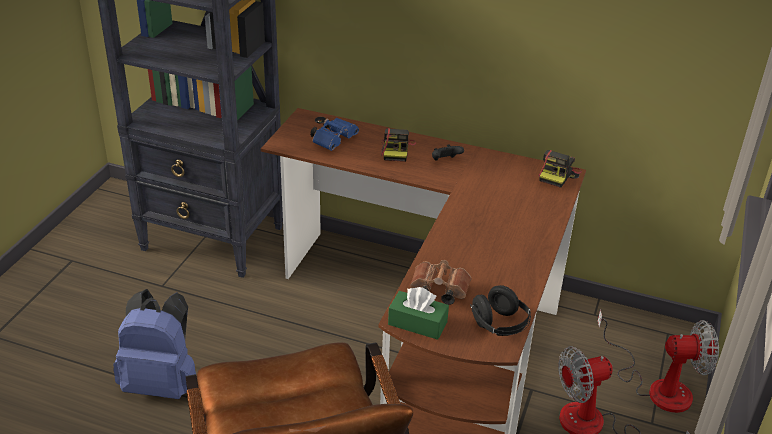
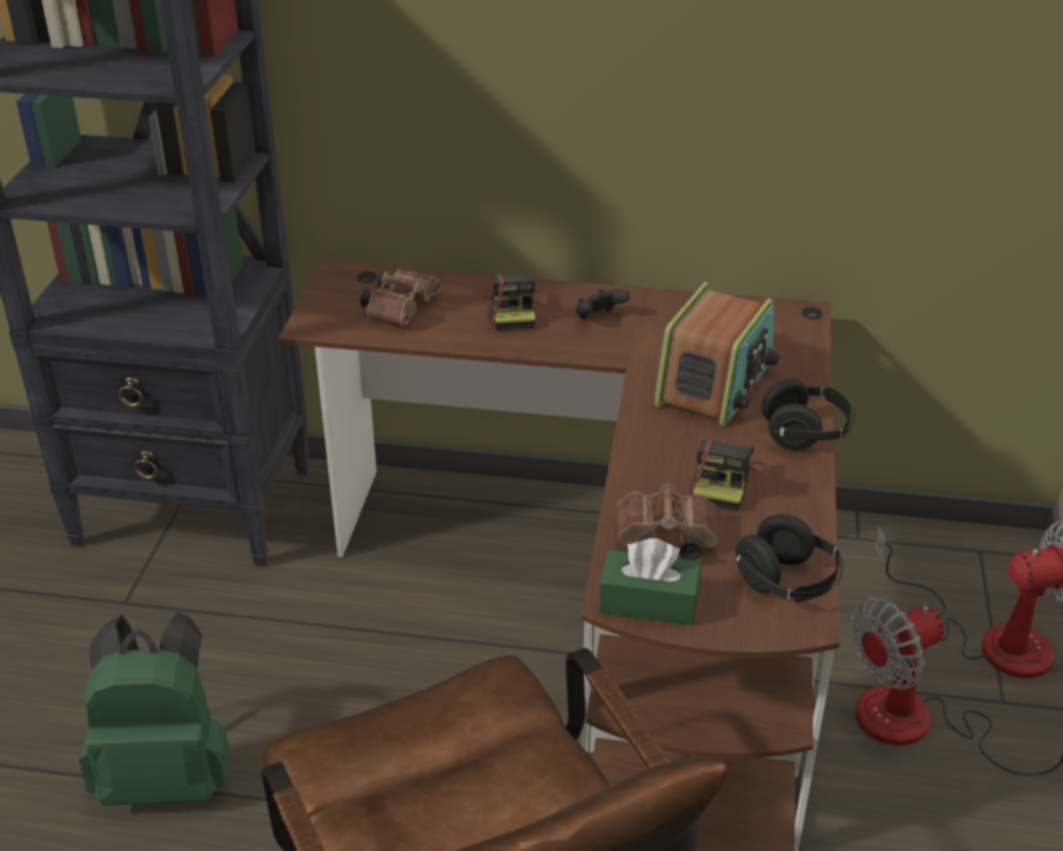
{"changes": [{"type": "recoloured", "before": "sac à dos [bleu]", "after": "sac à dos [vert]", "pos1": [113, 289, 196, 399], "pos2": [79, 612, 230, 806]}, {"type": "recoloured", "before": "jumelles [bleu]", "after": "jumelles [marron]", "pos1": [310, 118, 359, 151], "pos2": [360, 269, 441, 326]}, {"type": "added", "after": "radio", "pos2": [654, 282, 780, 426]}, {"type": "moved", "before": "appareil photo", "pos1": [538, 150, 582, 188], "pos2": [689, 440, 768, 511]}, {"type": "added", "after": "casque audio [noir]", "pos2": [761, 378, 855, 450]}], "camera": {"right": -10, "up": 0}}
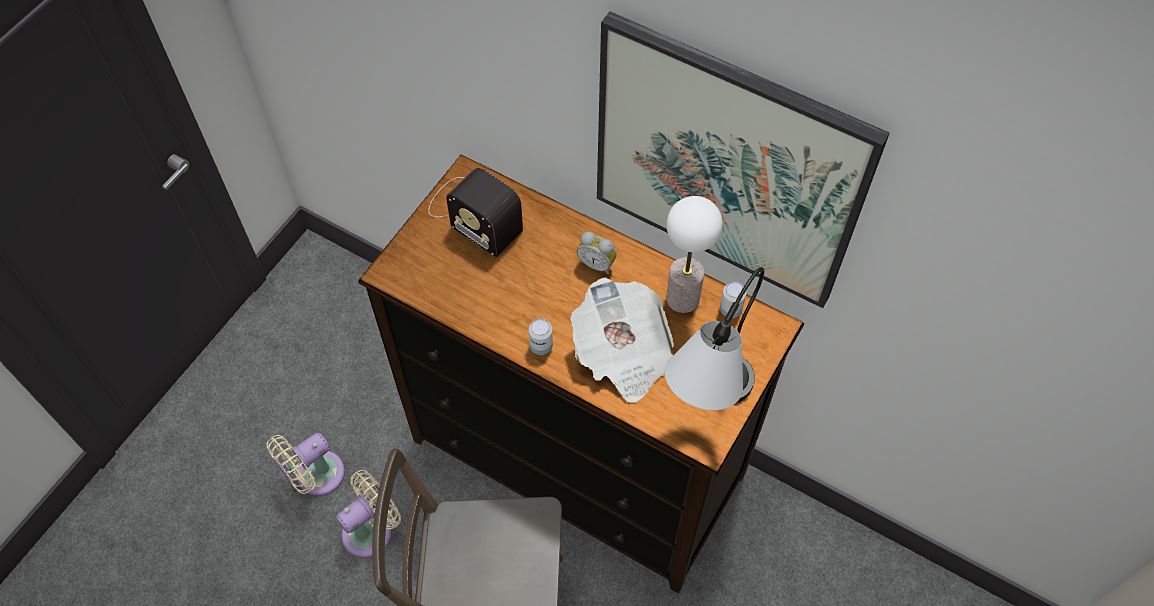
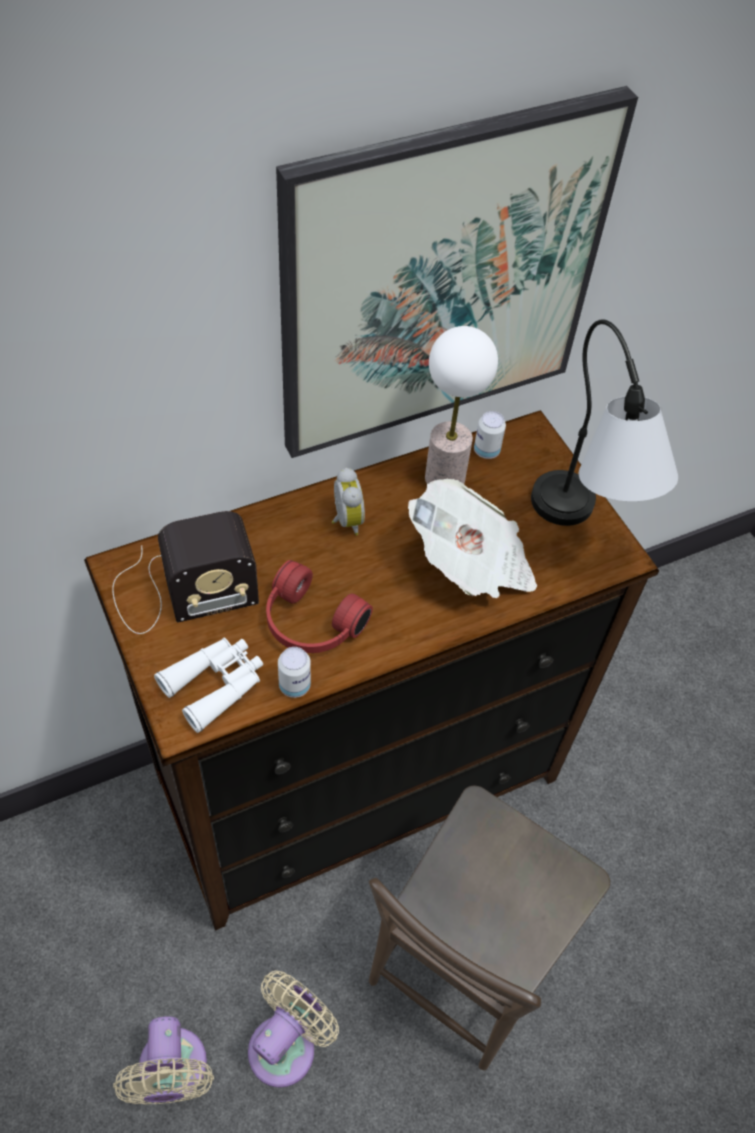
{"changes": [{"type": "added", "after": "jumelles [blanc]", "pos2": [154, 638, 263, 733]}, {"type": "turned", "before": "ventilateur [beige]", "pos1": [336, 470, 401, 558], "pos2": [248, 971, 339, 1088], "turn": 45}, {"type": "added", "after": "casque audio [rouge]", "pos2": [266, 560, 373, 653]}, {"type": "moved", "before": "boîte métallique", "pos1": [529, 318, 553, 355], "pos2": [278, 647, 311, 698]}, {"type": "turned", "before": "réveil", "pos1": [577, 232, 617, 275], "pos2": [332, 468, 365, 536], "turn": -75}], "camera": {"right": -60, "up": -5}}
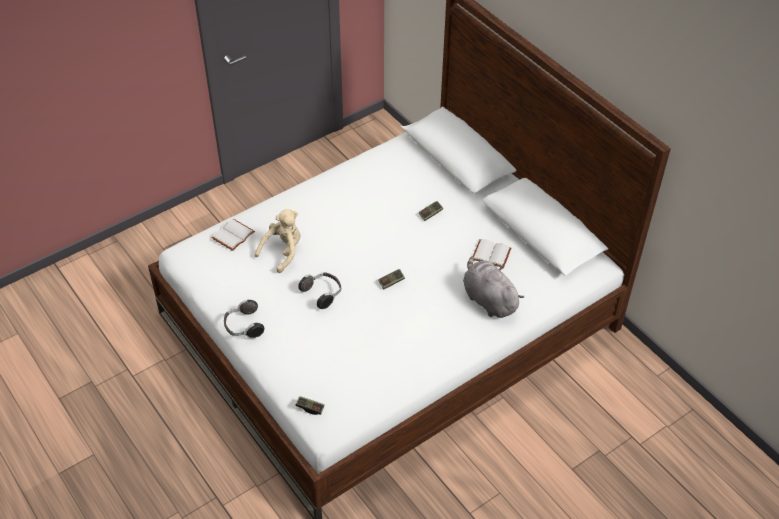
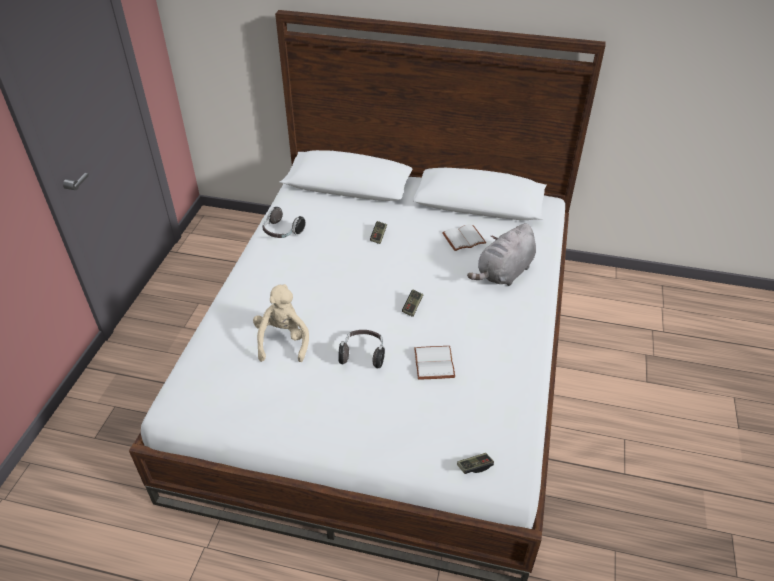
{"changes": [{"type": "moved", "before": "casque audio", "pos1": [224, 300, 264, 338], "pos2": [262, 207, 305, 238]}, {"type": "moved", "before": "livre [blanc]", "pos1": [212, 219, 255, 251], "pos2": [414, 346, 455, 380]}, {"type": "turned", "before": "peluche [gris]", "pos1": [463, 256, 524, 318], "pos2": [467, 223, 536, 286], "turn": -60}], "camera": {"right": -40, "up": -5}}
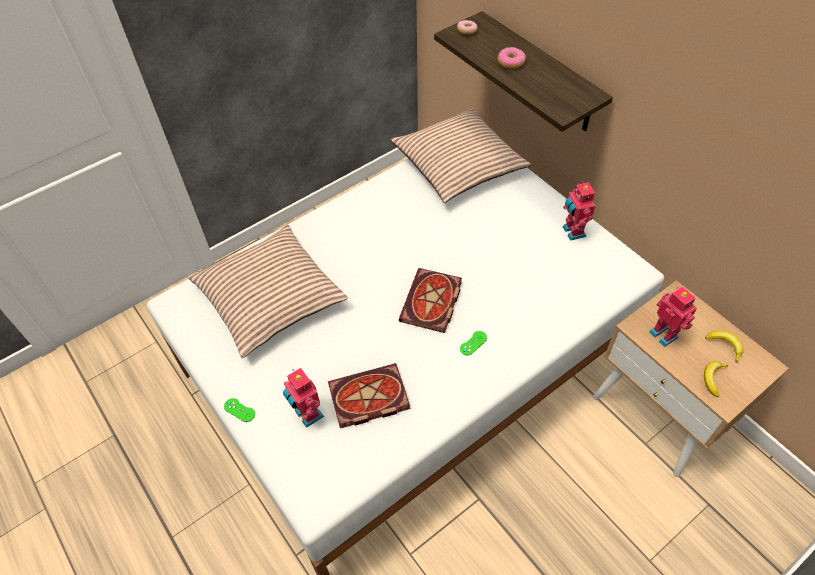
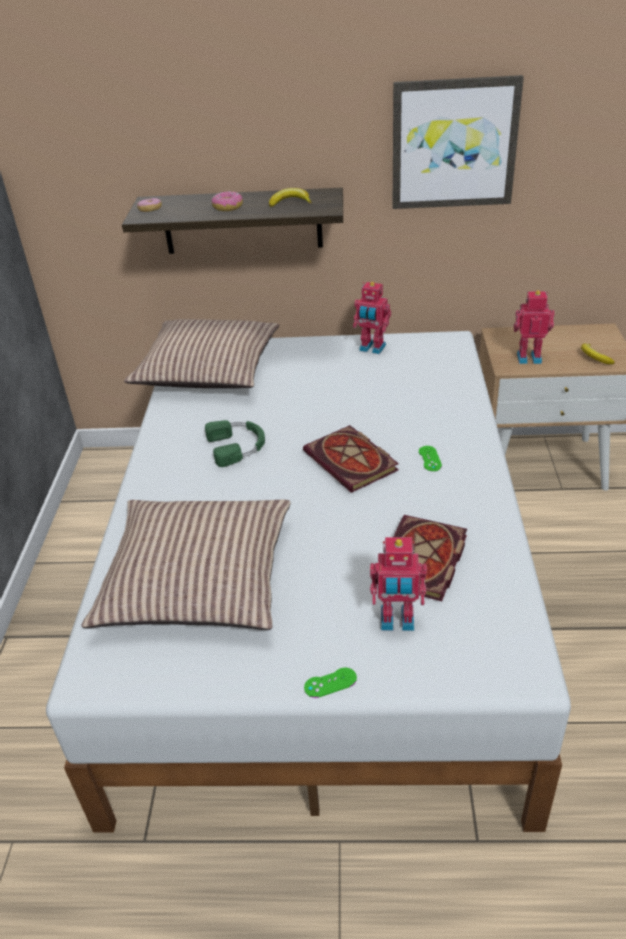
{"changes": [{"type": "added", "after": "casque audio [vert]", "pos2": [205, 420, 265, 467]}, {"type": "moved", "before": "banane", "pos1": [705, 331, 744, 363], "pos2": [269, 188, 311, 207]}, {"type": "added", "after": "tableau", "pos2": [393, 75, 524, 209]}], "camera": {"right": -50, "up": -15}}
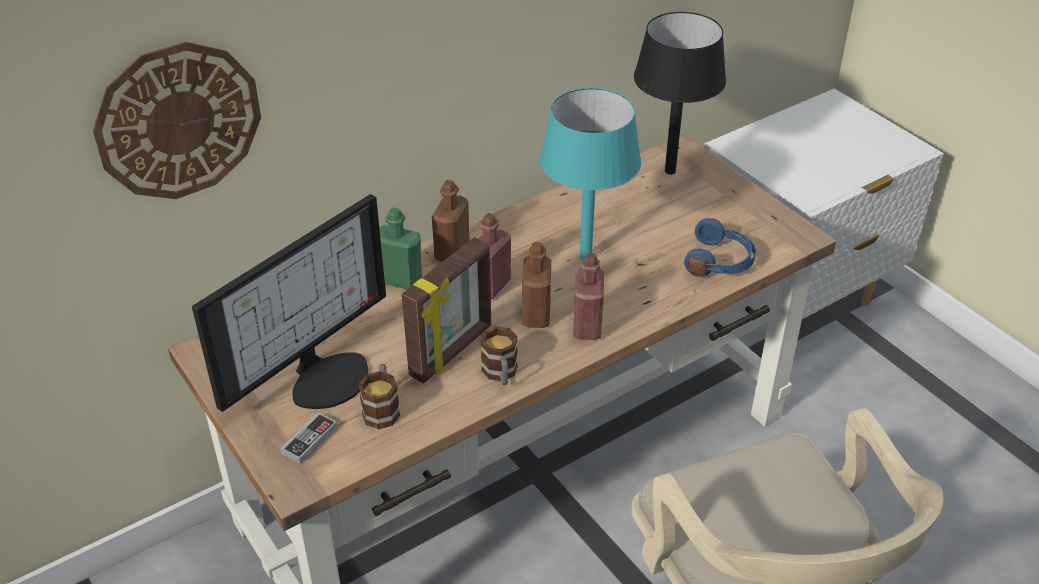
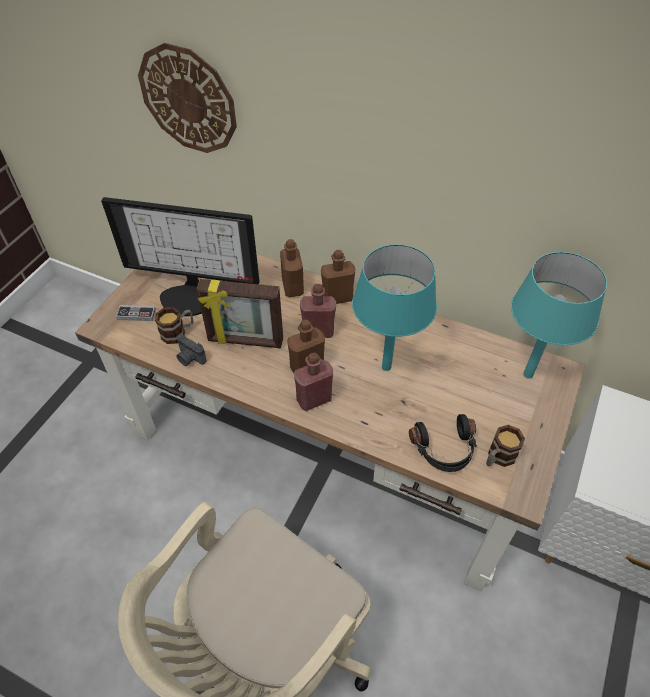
{"changes": [{"type": "added", "after": "appareil photo", "pos2": [176, 334, 207, 366]}, {"type": "recoloured", "before": "bouteille [vert]", "after": "bouteille [marron]", "pos1": [379, 207, 422, 289], "pos2": [280, 239, 304, 297]}, {"type": "recoloured", "before": "casque audio [bleu]", "after": "casque audio [noir]", "pos1": [684, 218, 756, 277], "pos2": [409, 414, 477, 472]}, {"type": "moved", "before": "mug", "pos1": [481, 326, 518, 385], "pos2": [486, 425, 525, 467]}, {"type": "recoloured", "before": "lampe de table [noir]", "after": "lampe de table [turquoise]", "pos1": [634, 12, 726, 174], "pos2": [511, 252, 607, 379]}], "camera": {"right": 60, "up": 10}}
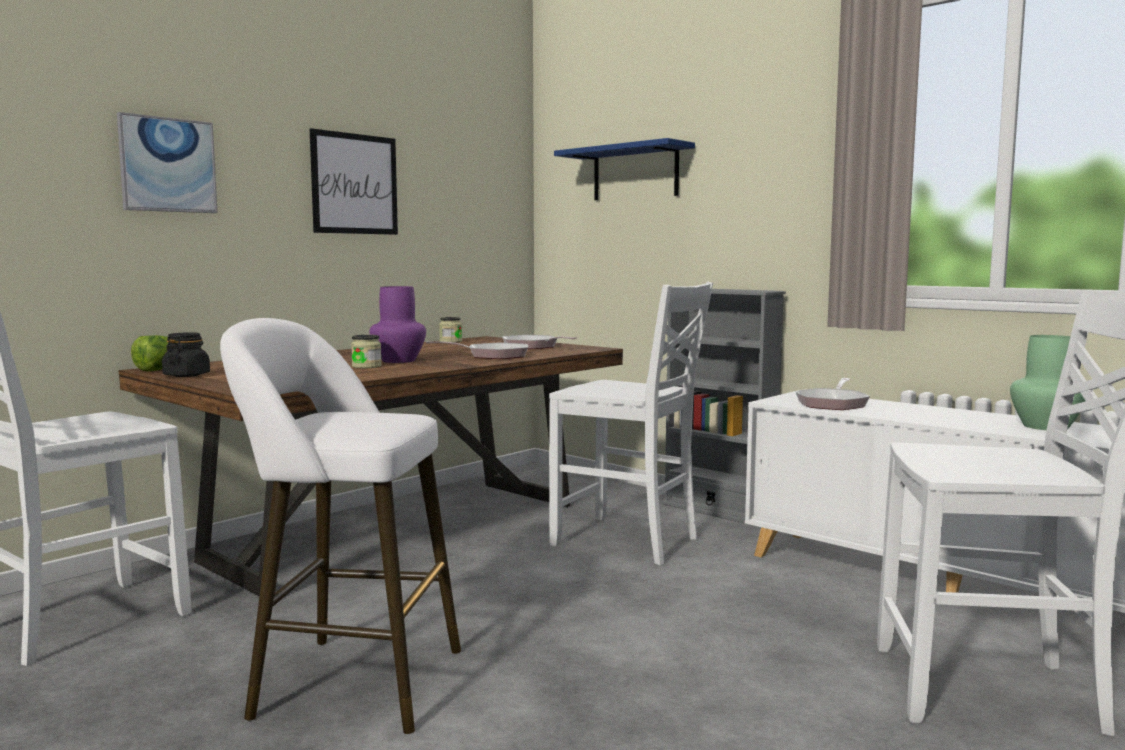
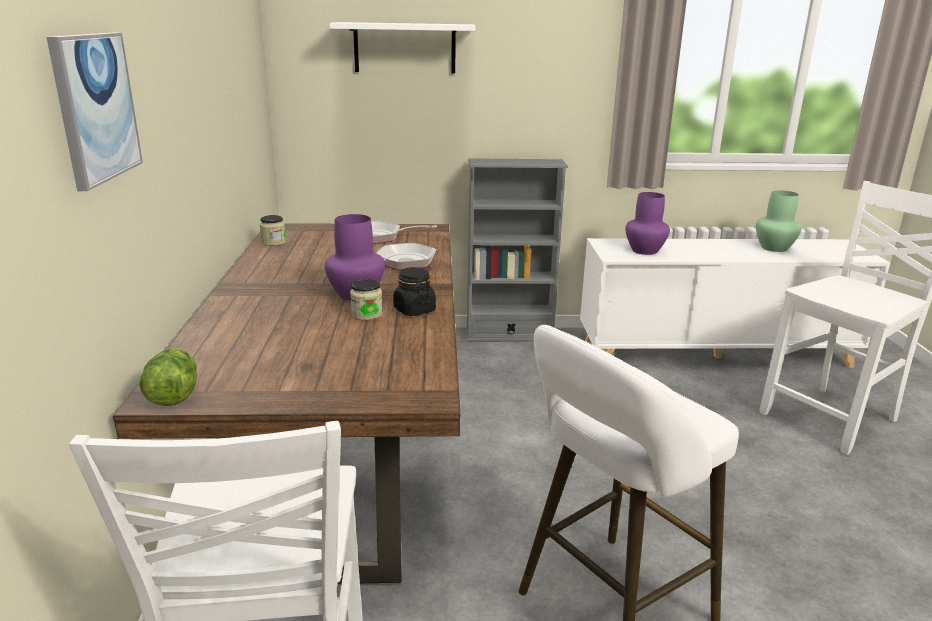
{"changes": [{"type": "recoloured", "before": "étagère [bleu]", "after": "étagère [blanc]", "pos1": [554, 138, 695, 200], "pos2": [329, 22, 475, 73]}, {"type": "moved", "before": "bocal [noir]", "pos1": [162, 332, 210, 377], "pos2": [393, 267, 436, 316]}, {"type": "replaced", "before": "poêle", "after": "vase [violet]", "pos1": [795, 378, 870, 410], "pos2": [625, 192, 670, 255]}, {"type": "removed", "before": "tableau", "pos1": [310, 128, 398, 235]}, {"type": "removed", "before": "chaise [blanc]", "pos1": [549, 282, 713, 565]}], "camera": {"right": -45, "up": 15}}
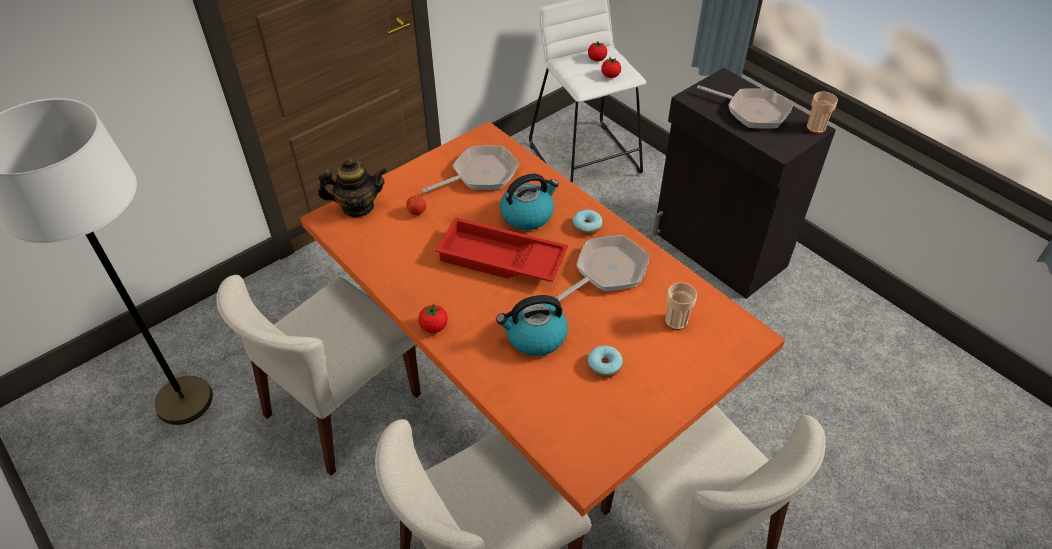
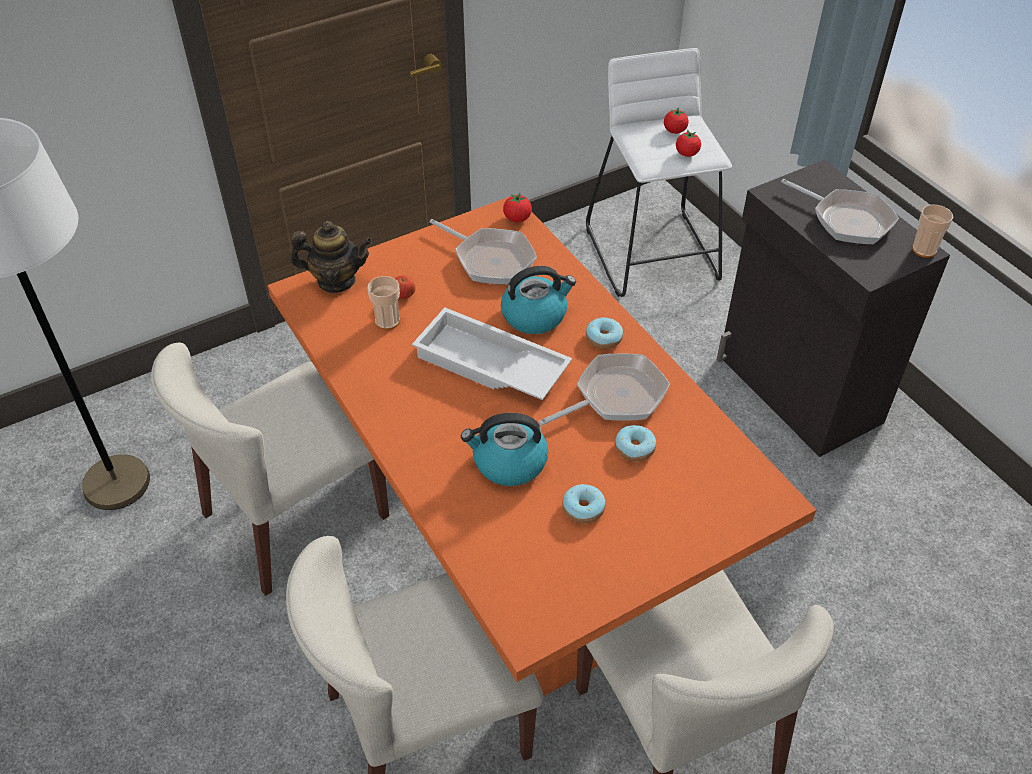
{"changes": [{"type": "moved", "before": "tasse", "pos1": [665, 282, 697, 330], "pos2": [367, 276, 400, 330]}, {"type": "recoloured", "before": "plateau [rouge]", "after": "plateau [blanc]", "pos1": [435, 217, 569, 282], "pos2": [412, 307, 572, 400]}, {"type": "turned", "before": "poêle", "pos1": [422, 146, 520, 193], "pos2": [429, 219, 537, 285], "turn": 60}, {"type": "moved", "before": "tomate", "pos1": [418, 303, 448, 333], "pos2": [503, 193, 532, 222]}, {"type": "added", "after": "beignet", "pos2": [615, 425, 656, 461]}], "camera": {"right": 10, "up": 0}}
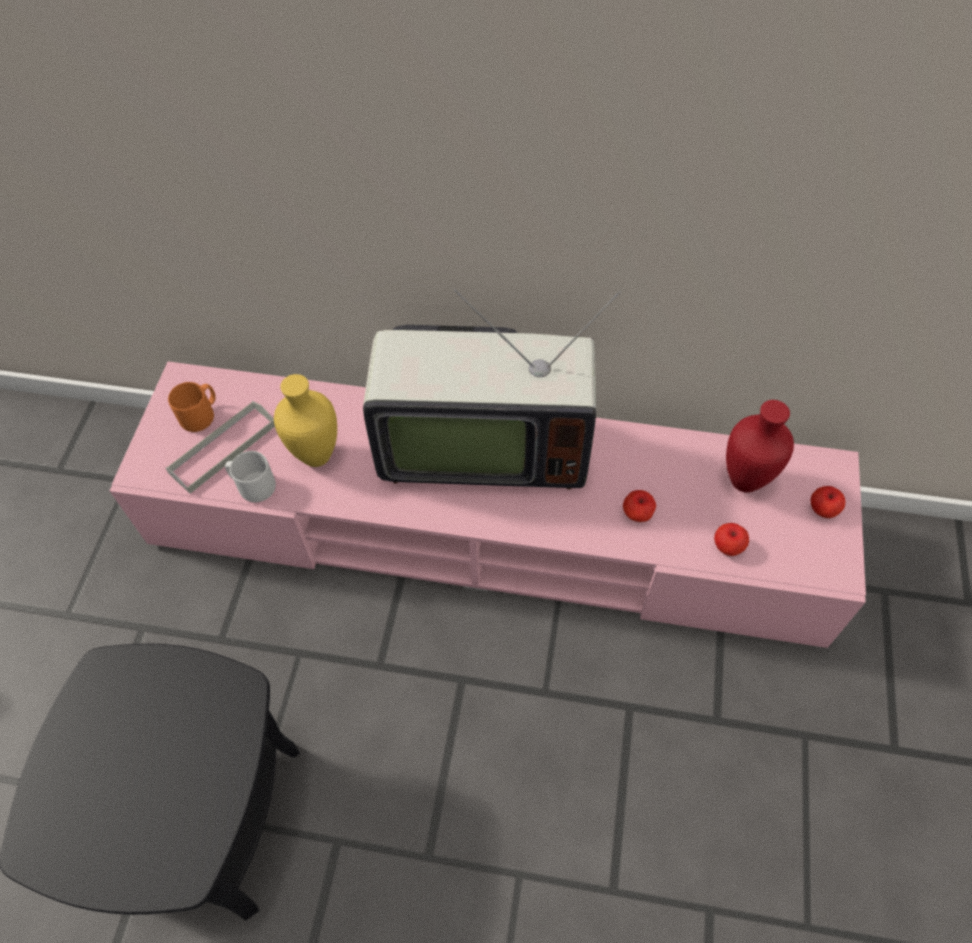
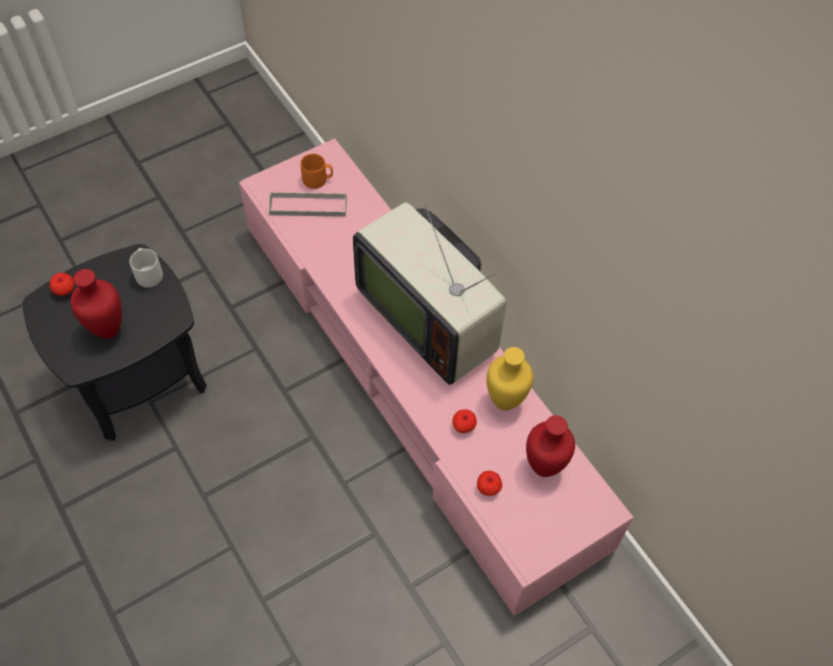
{"changes": [{"type": "moved", "before": "pomme", "pos1": [811, 486, 845, 518], "pos2": [50, 273, 74, 296]}, {"type": "added", "after": "vase [rouge]", "pos2": [71, 269, 122, 339]}, {"type": "moved", "before": "mug [gris]", "pos1": [225, 451, 276, 502], "pos2": [130, 248, 163, 288]}, {"type": "moved", "before": "vase [jaune]", "pos1": [274, 374, 337, 467], "pos2": [487, 347, 533, 411]}], "camera": {"right": 45, "up": 0}}
